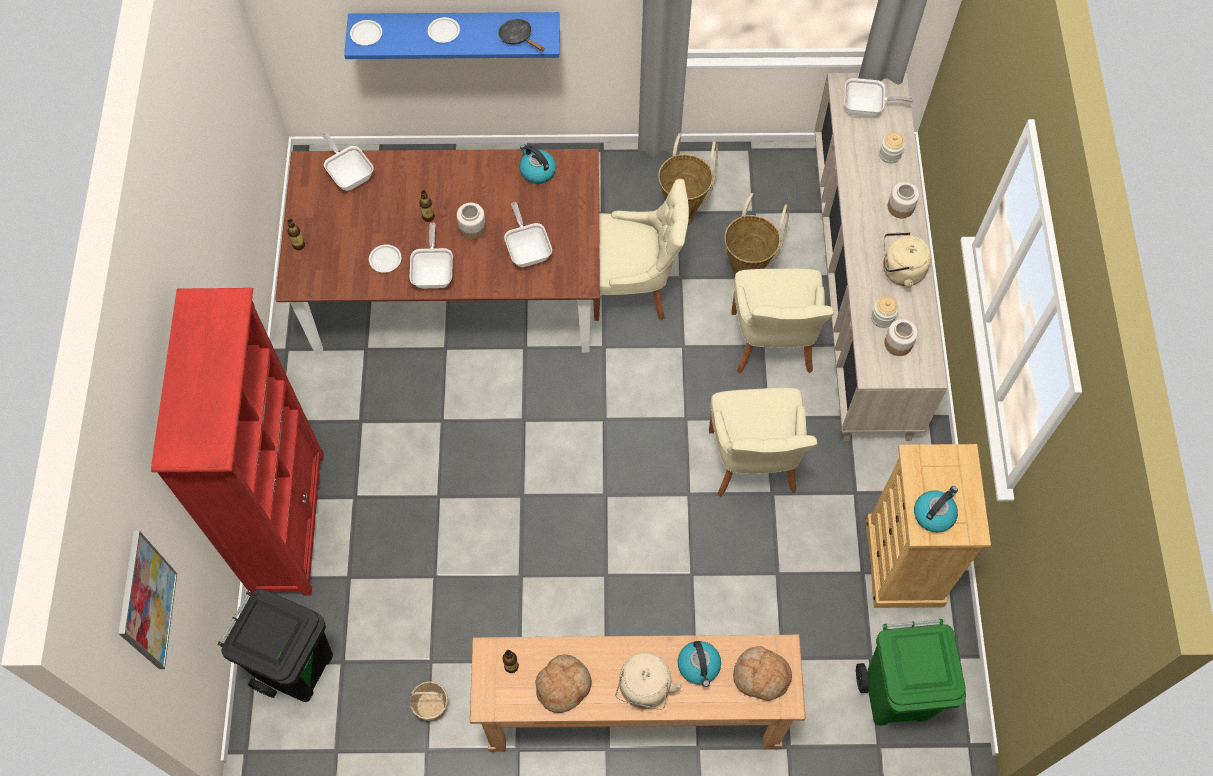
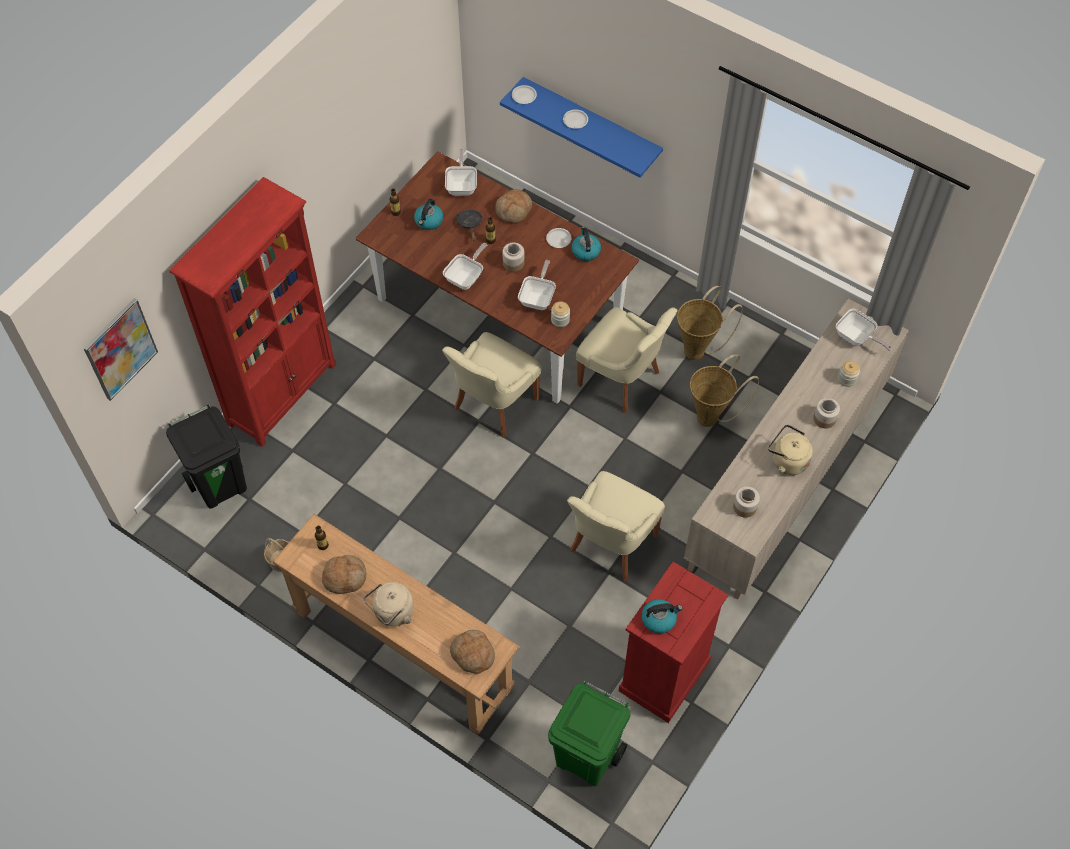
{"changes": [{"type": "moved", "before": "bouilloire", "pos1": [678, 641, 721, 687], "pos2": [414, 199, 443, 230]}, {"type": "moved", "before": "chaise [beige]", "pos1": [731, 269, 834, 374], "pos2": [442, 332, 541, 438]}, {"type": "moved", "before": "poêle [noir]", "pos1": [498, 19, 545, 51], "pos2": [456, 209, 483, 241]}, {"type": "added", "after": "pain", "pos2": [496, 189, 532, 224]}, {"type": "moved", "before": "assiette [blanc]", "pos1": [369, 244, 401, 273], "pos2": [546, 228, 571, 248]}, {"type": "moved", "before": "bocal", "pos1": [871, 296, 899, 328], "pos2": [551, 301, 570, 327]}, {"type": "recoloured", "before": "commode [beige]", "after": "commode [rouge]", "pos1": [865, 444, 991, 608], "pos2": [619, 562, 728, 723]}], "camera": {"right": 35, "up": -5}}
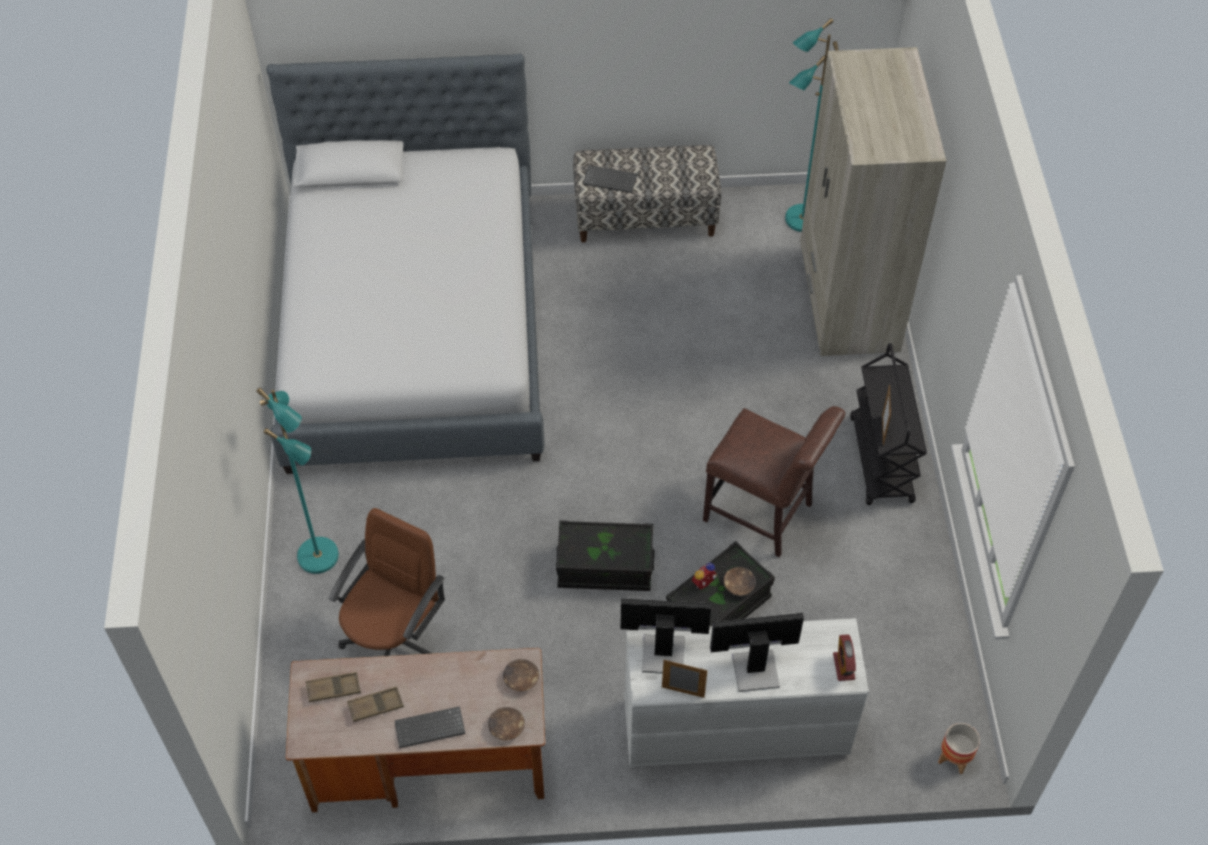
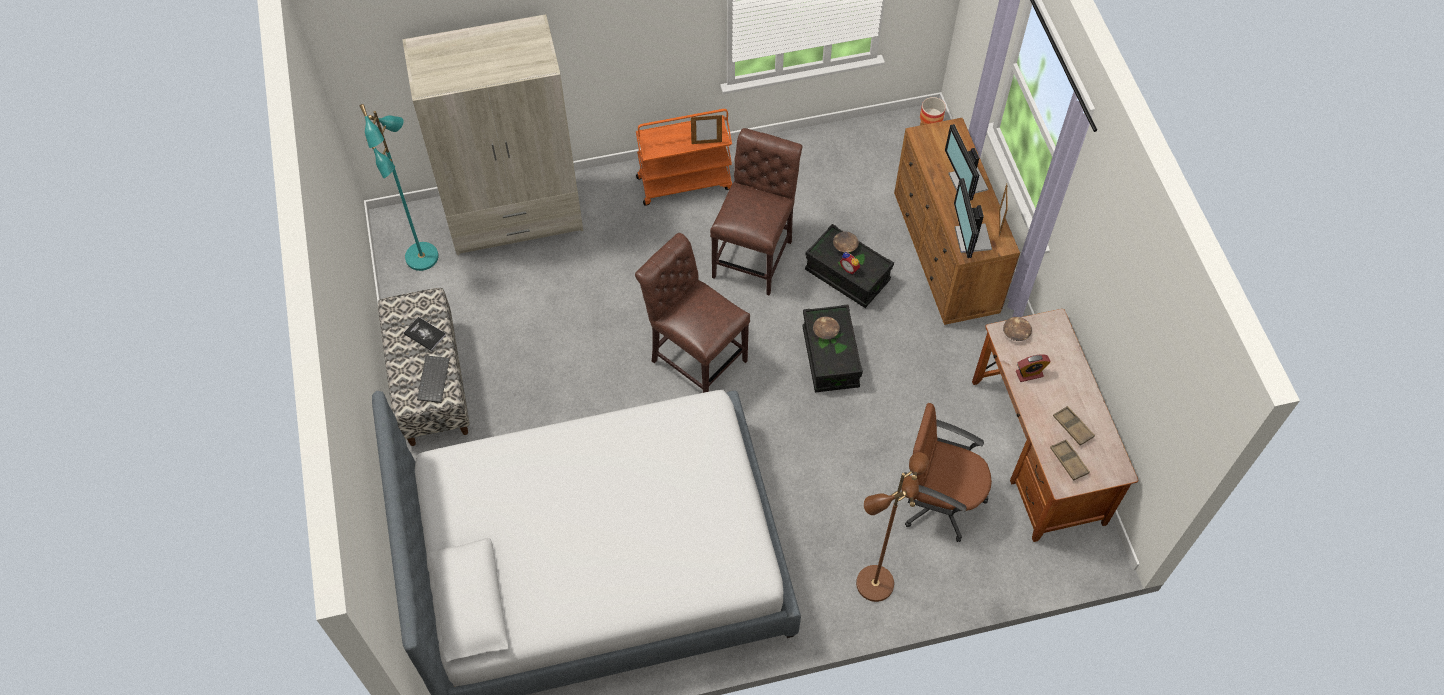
{"changes": [{"type": "added", "after": "livre", "pos2": [404, 317, 446, 351]}, {"type": "added", "after": "chaise [marron]", "pos2": [635, 233, 750, 393]}, {"type": "recoloured", "before": "chariot [noir]", "after": "chariot [orange]", "pos1": [850, 343, 927, 505], "pos2": [636, 109, 732, 206]}, {"type": "moved", "before": "bol [marron]", "pos1": [488, 707, 525, 741], "pos2": [813, 317, 840, 339]}, {"type": "recoloured", "before": "lampadaire [turquoise]", "after": "lampadaire [marron]", "pos1": [256, 387, 339, 574], "pos2": [856, 452, 929, 602]}, {"type": "recoloured", "before": "commode [blanc]", "after": "commode [marron]", "pos1": [624, 618, 869, 767], "pos2": [894, 118, 1020, 325]}, {"type": "moved", "before": "réveil", "pos1": [833, 634, 856, 681], "pos2": [1016, 354, 1051, 382]}, {"type": "removed", "before": "clavier", "pos1": [394, 706, 465, 748]}], "camera": {"right": -100, "up": 5}}
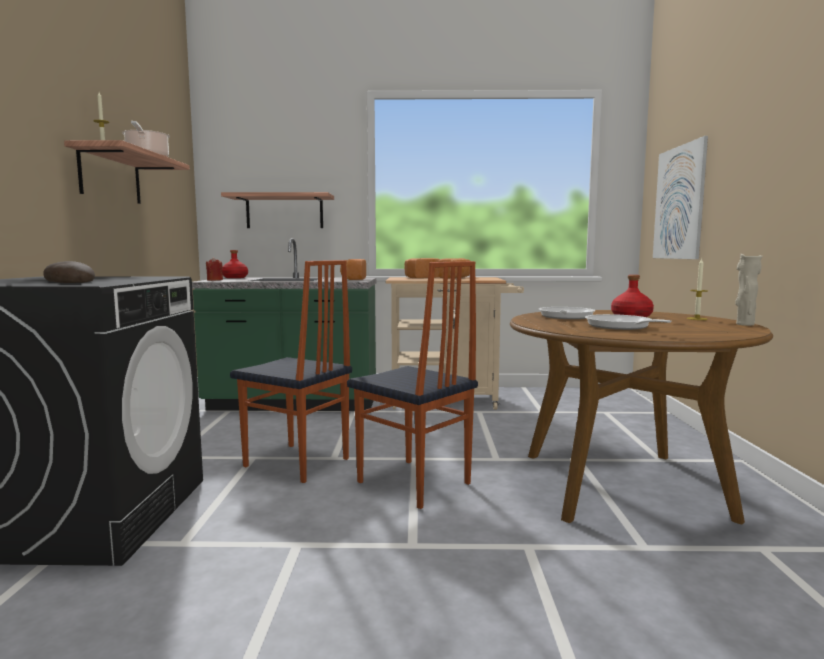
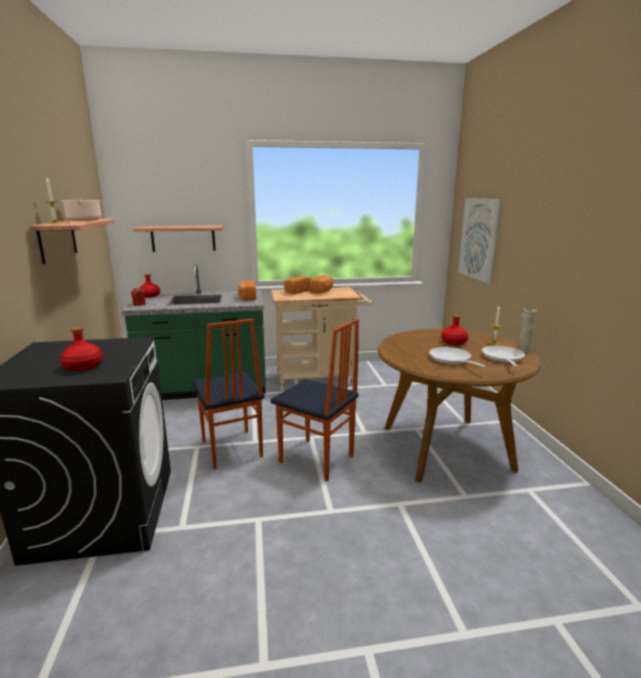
{"changes": [{"type": "replaced", "before": "pain", "after": "bouteille [rouge]", "pos1": [43, 261, 95, 283], "pos2": [60, 327, 103, 371]}, {"type": "turned", "before": "chaise", "pos1": [230, 260, 352, 483], "pos2": [193, 319, 265, 469], "turn": 45}, {"type": "moved", "before": "poêle", "pos1": [538, 307, 596, 319], "pos2": [482, 346, 525, 367]}], "camera": {"right": -10, "up": 10}}
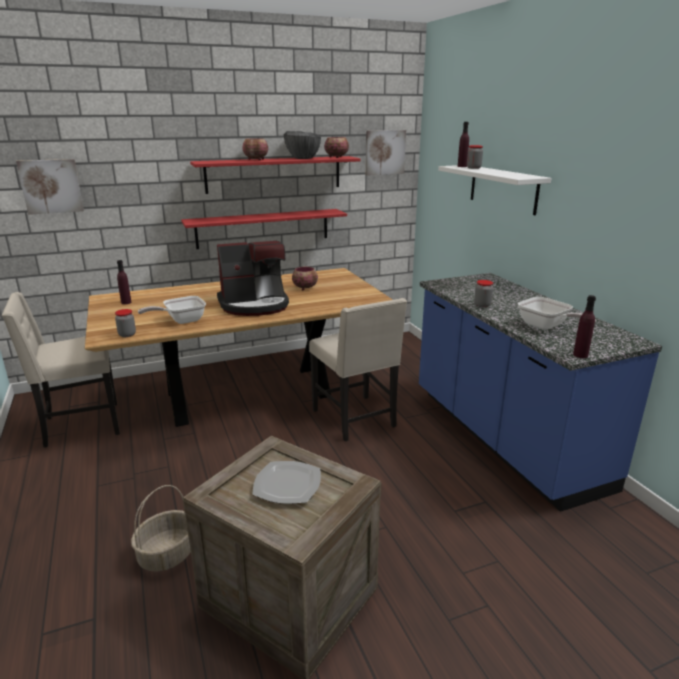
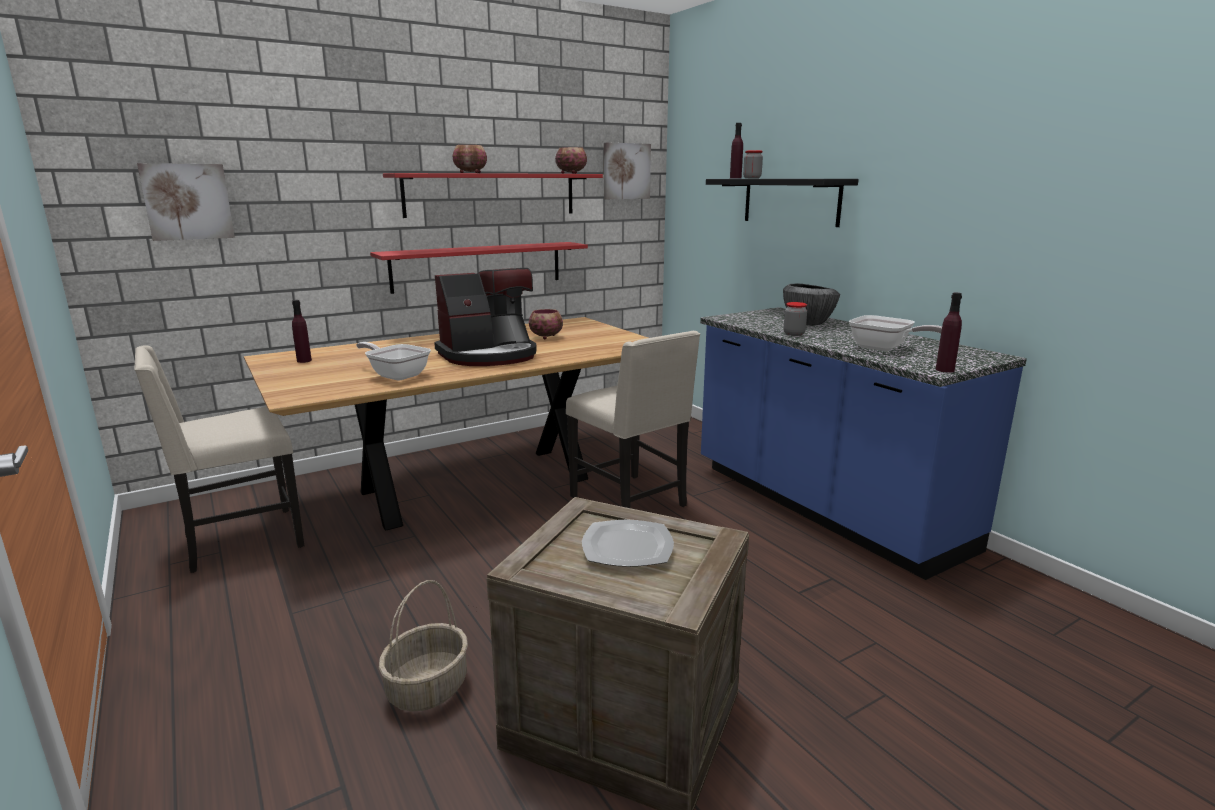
{"changes": [{"type": "turned", "before": "poêle", "pos1": [138, 296, 206, 324], "pos2": [356, 342, 431, 380], "turn": 75}, {"type": "recoloured", "before": "étagère [blanc]", "after": "étagère [noir]", "pos1": [438, 165, 551, 215], "pos2": [706, 179, 859, 227]}, {"type": "moved", "before": "bol", "pos1": [284, 131, 321, 159], "pos2": [783, 283, 840, 325]}, {"type": "removed", "before": "bocal", "pos1": [115, 309, 136, 337]}], "camera": {"right": -10, "up": -5}}
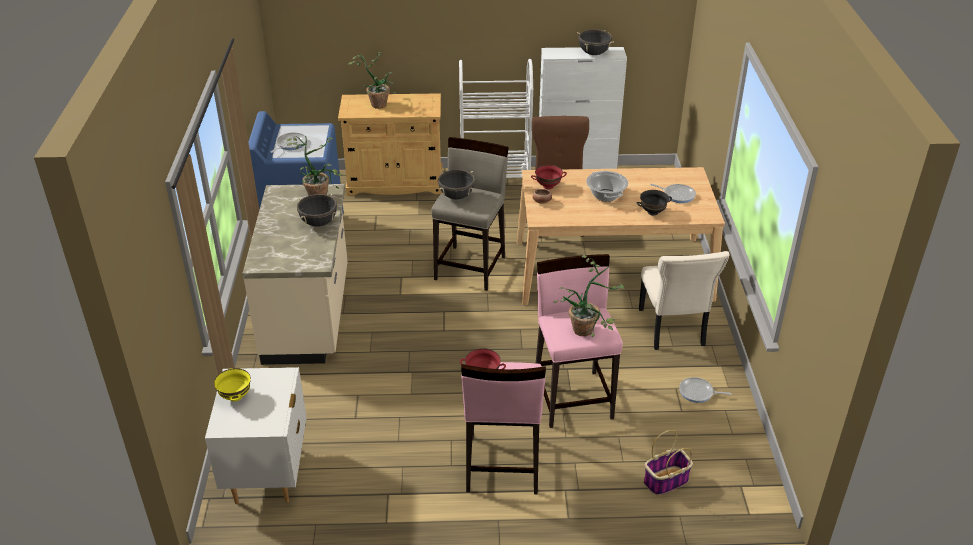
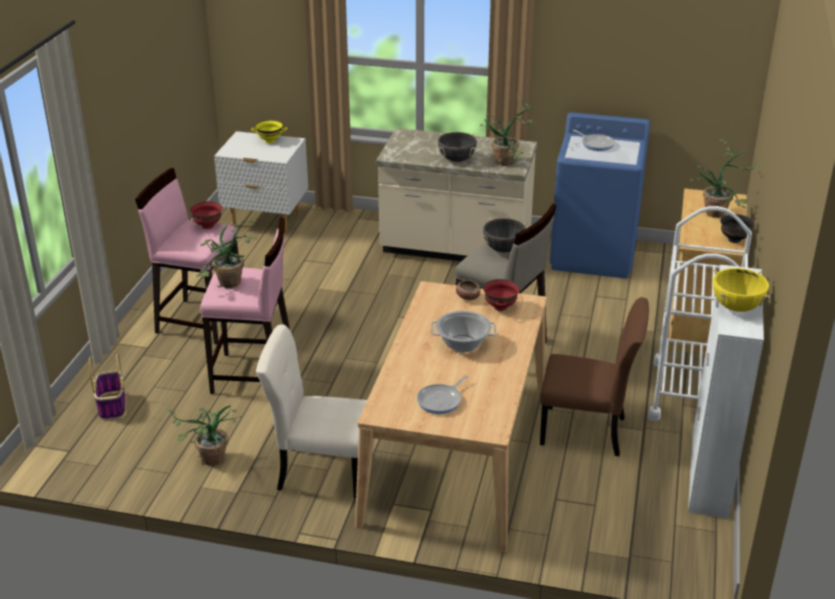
{"changes": [{"type": "replaced", "before": "poêle", "after": "plante en pot", "pos1": [679, 377, 731, 403], "pos2": [166, 405, 242, 466]}, {"type": "recoloured", "before": "marmite [noir]", "after": "marmite [jaune]", "pos1": [577, 29, 614, 55], "pos2": [713, 268, 770, 312]}, {"type": "moved", "before": "bol [noir]", "pos1": [636, 190, 672, 216], "pos2": [720, 214, 755, 243]}], "camera": {"right": 105, "up": -5}}
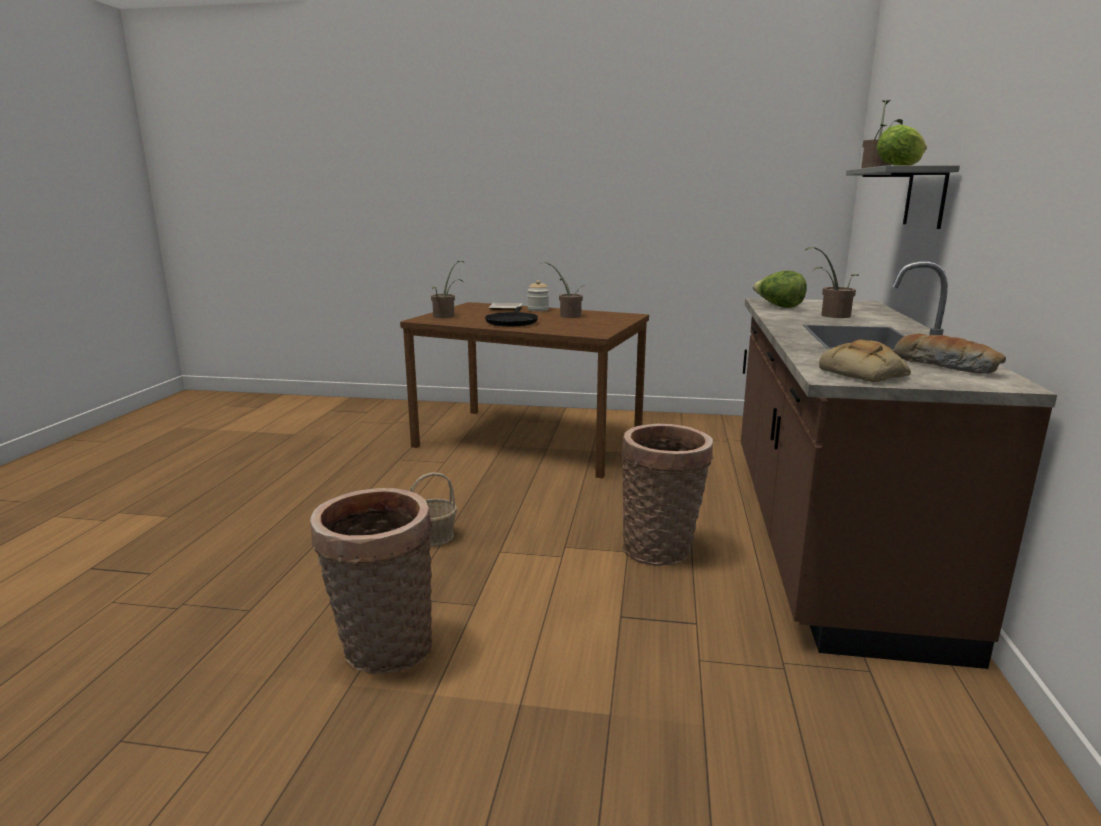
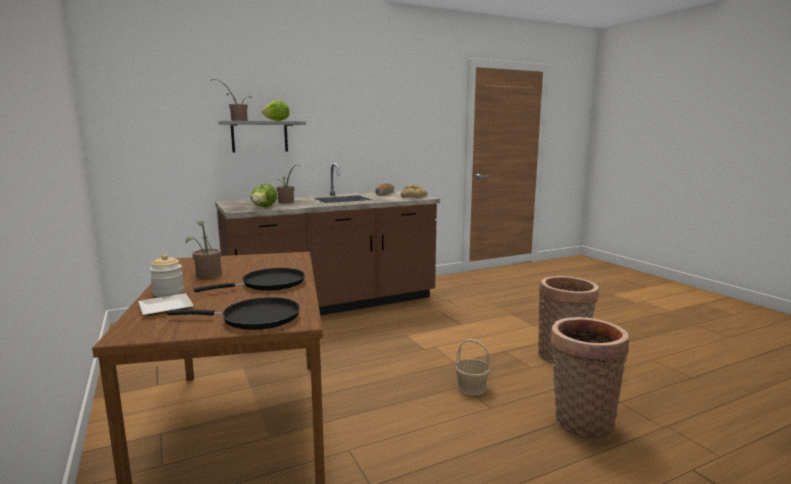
{"changes": [{"type": "replaced", "before": "plante en pot", "after": "poêle [noir]", "pos1": [431, 261, 464, 318], "pos2": [167, 297, 300, 330]}, {"type": "moved", "before": "panier", "pos1": [621, 424, 713, 566], "pos2": [550, 317, 629, 440]}], "camera": {"right": -125, "up": -5}}
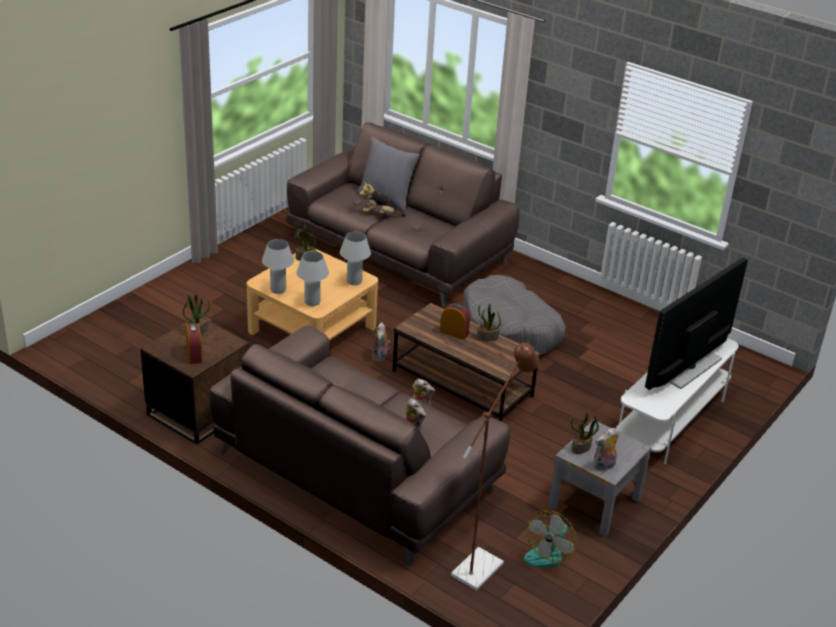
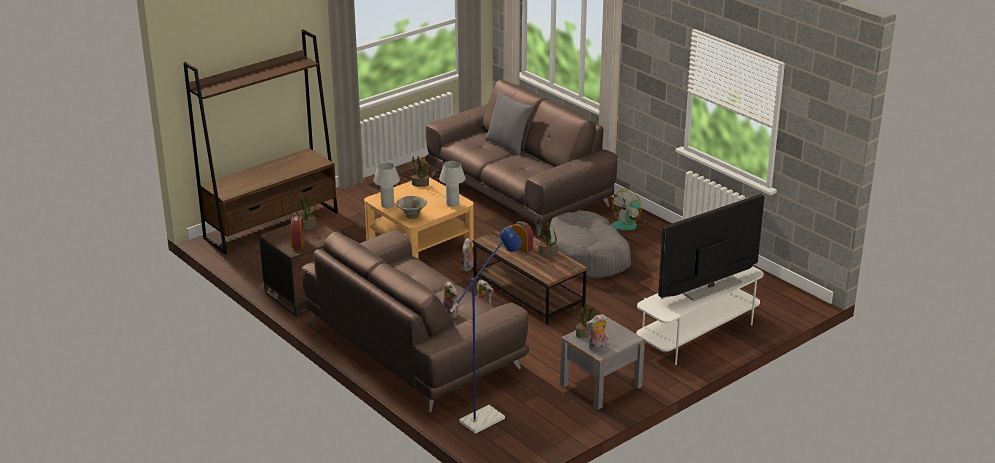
{"changes": [{"type": "added", "after": "bibliothèque [marron]", "pos2": [183, 30, 338, 255]}, {"type": "replaced", "before": "lampe de table [blanc]", "after": "bol", "pos1": [296, 251, 329, 306], "pos2": [396, 196, 427, 219]}, {"type": "recoloured", "before": "lampadaire [marron]", "after": "lampadaire [bleu]", "pos1": [451, 343, 539, 591], "pos2": [450, 227, 522, 434]}, {"type": "moved", "before": "ventilateur", "pos1": [524, 510, 576, 567], "pos2": [611, 189, 645, 230]}, {"type": "removed", "before": "peluche", "pos1": [359, 182, 406, 217]}], "camera": {"right": 15, "up": -5}}
